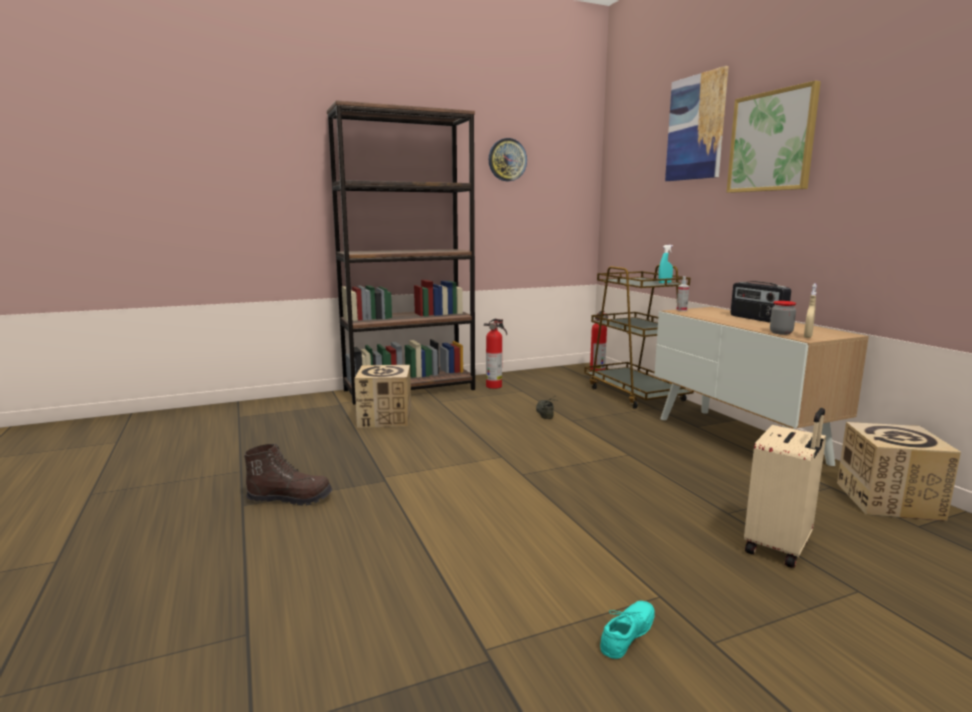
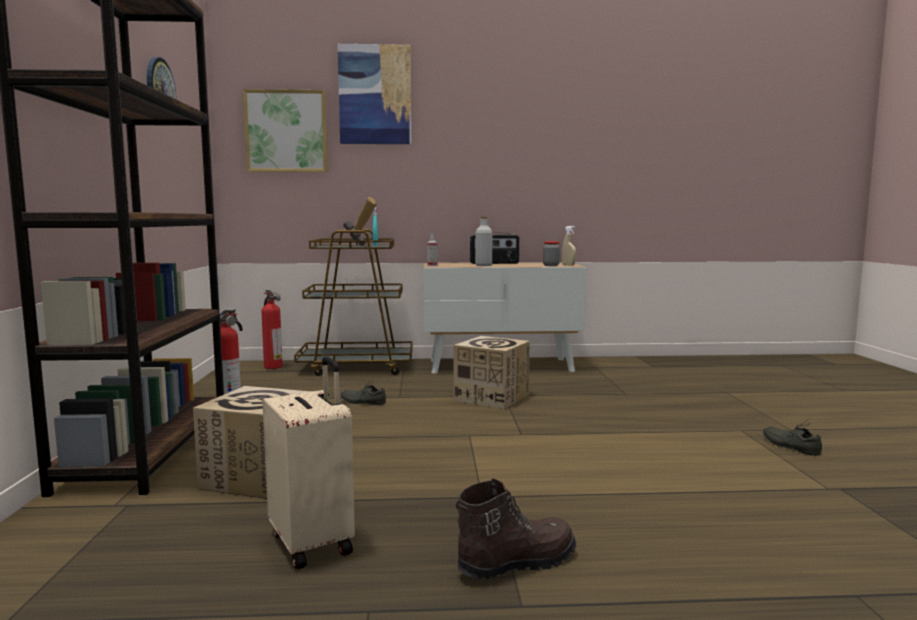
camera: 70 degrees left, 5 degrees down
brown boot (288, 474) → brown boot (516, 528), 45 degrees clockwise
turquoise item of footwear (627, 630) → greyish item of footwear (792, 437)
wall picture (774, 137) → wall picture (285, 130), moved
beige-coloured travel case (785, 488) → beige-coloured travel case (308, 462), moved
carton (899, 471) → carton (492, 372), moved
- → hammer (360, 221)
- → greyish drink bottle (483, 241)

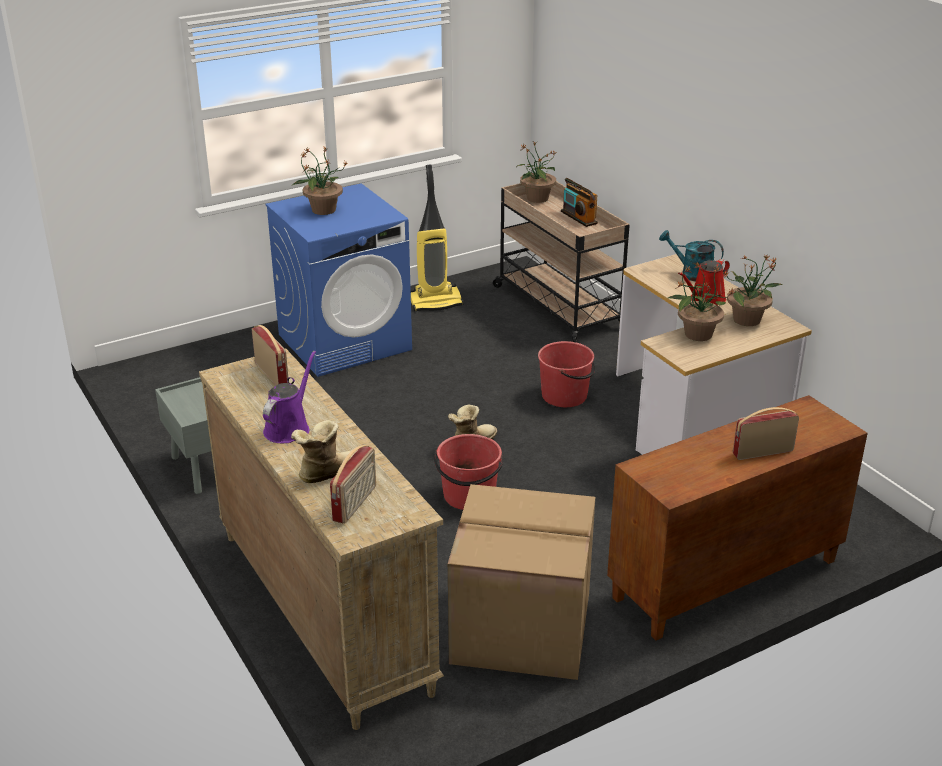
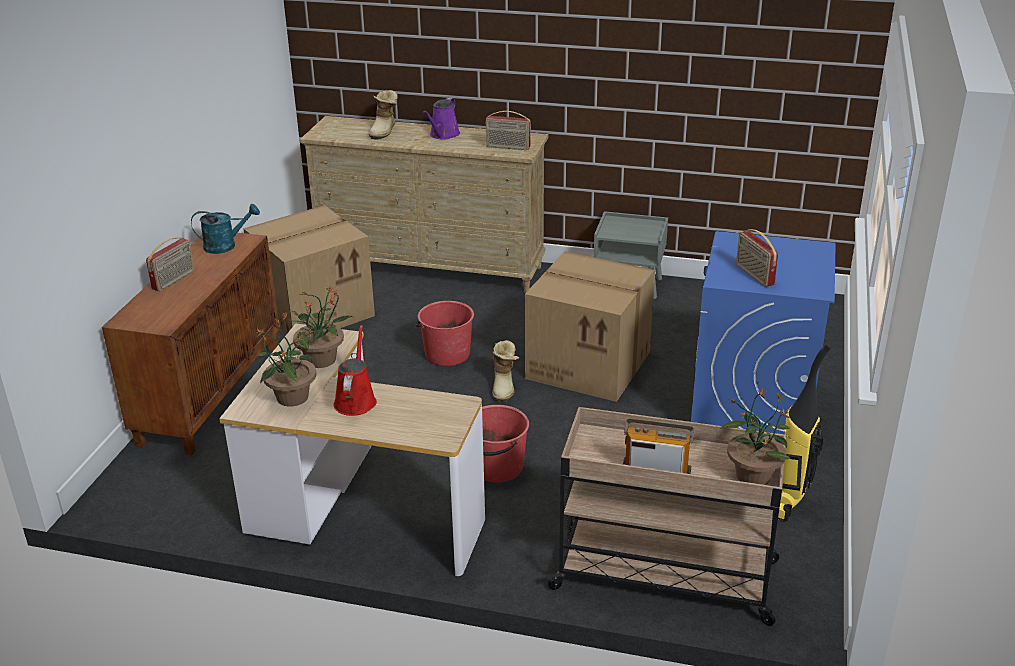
camera: 135 degrees right, 0 degrees up
purplish watering pot (289, 397) → purplish watering pot (441, 119), 45 degrees clockwise
potted plant (320, 181) → -
radio set (353, 484) → radio set (757, 258), moved
turquoise watering pot (691, 256) → turquoise watering pot (225, 229), moved
- → carton (590, 326)

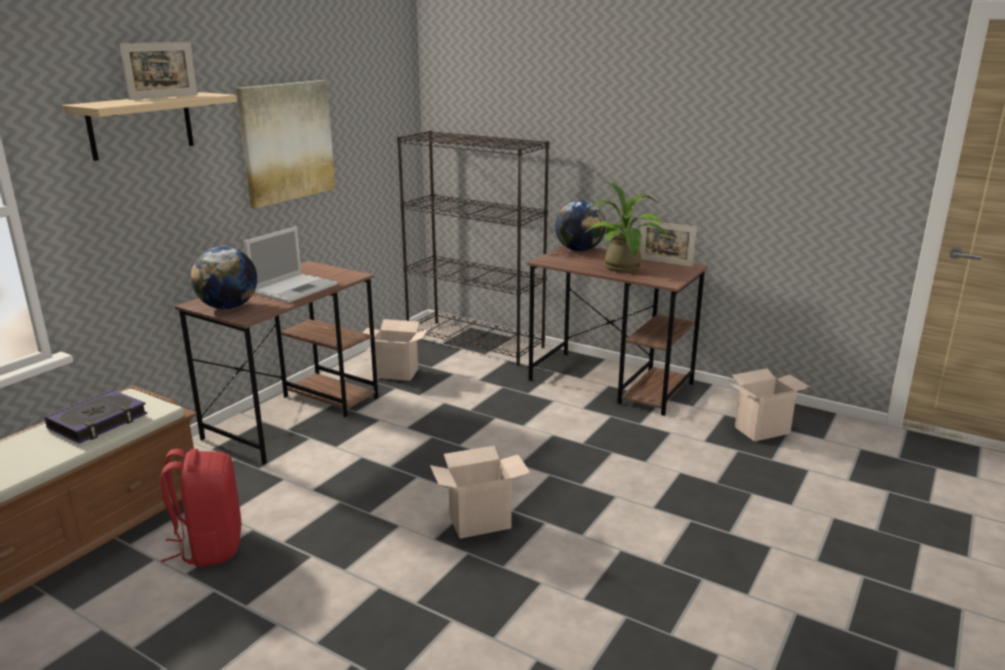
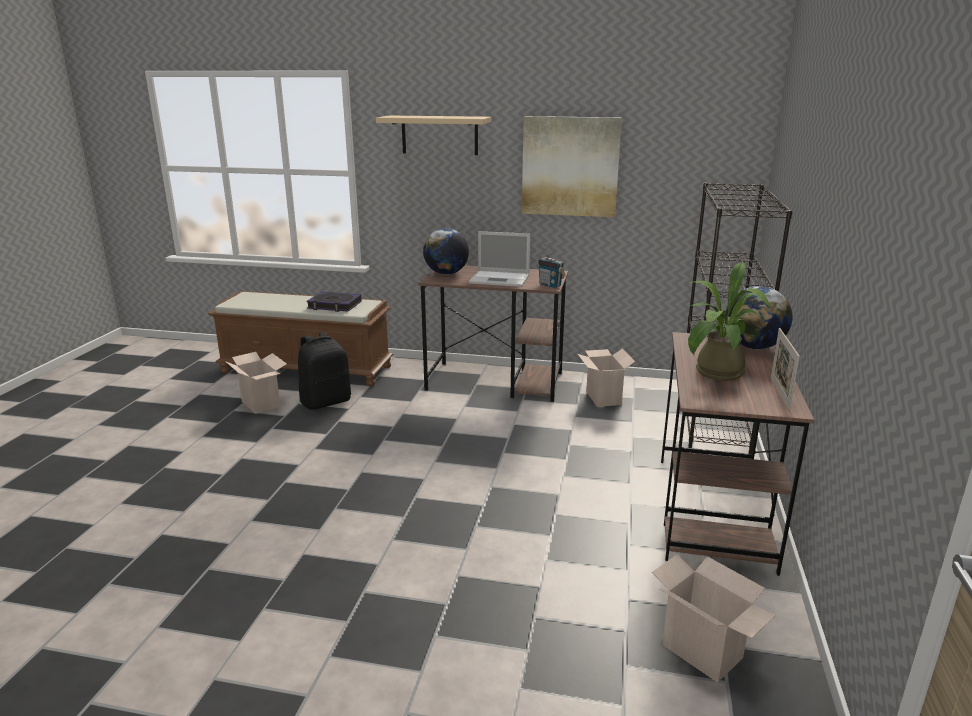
camera: 70 degrees right, 0 degrees up
picture frame (158, 71) → -
red-coloured backpack (201, 508) → black backpack (324, 371)
carton (480, 492) → carton (256, 383), moved
- → radio set (552, 266)

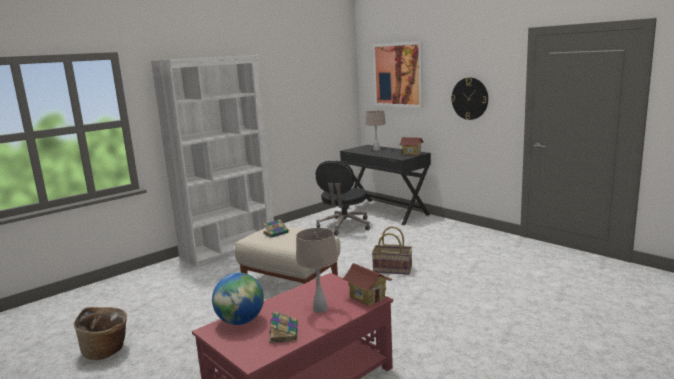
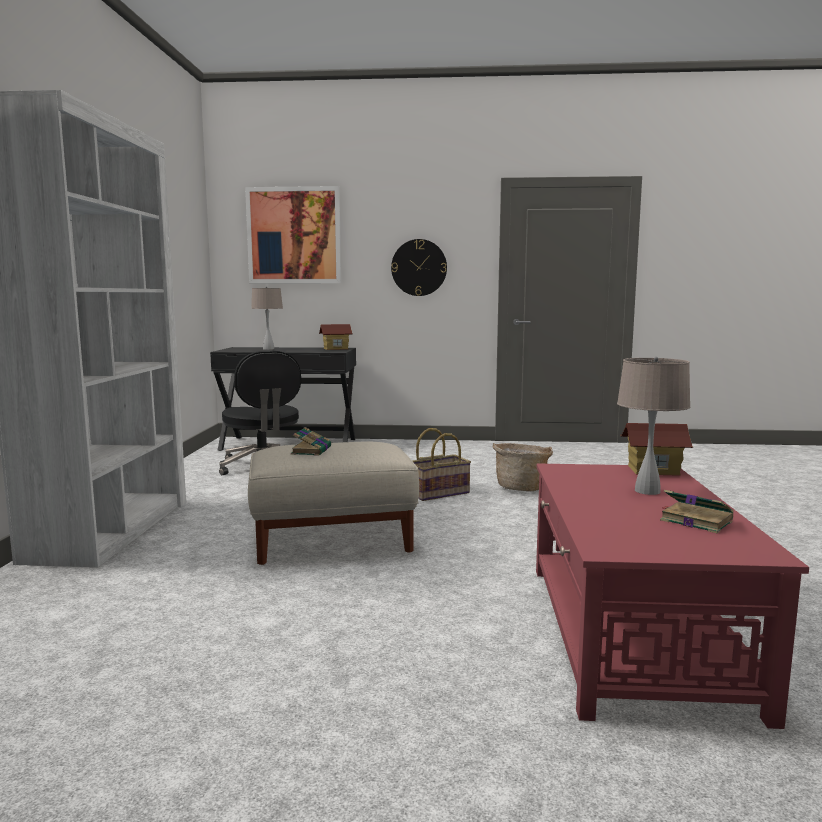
camera: 45 degrees left, 5 degrees down
household basket (100, 333) → household basket (522, 467), moved
globe (238, 299) → -

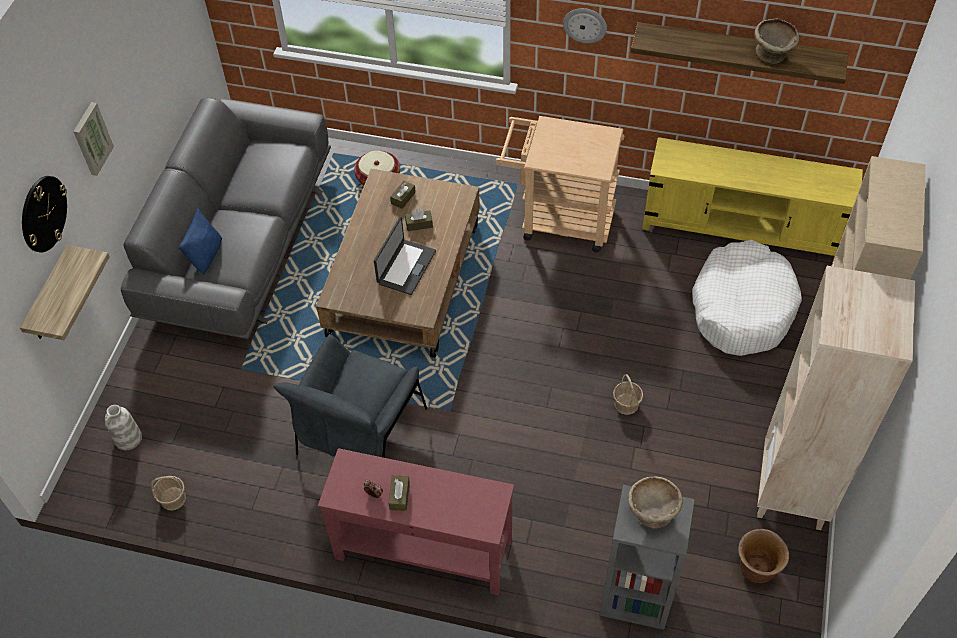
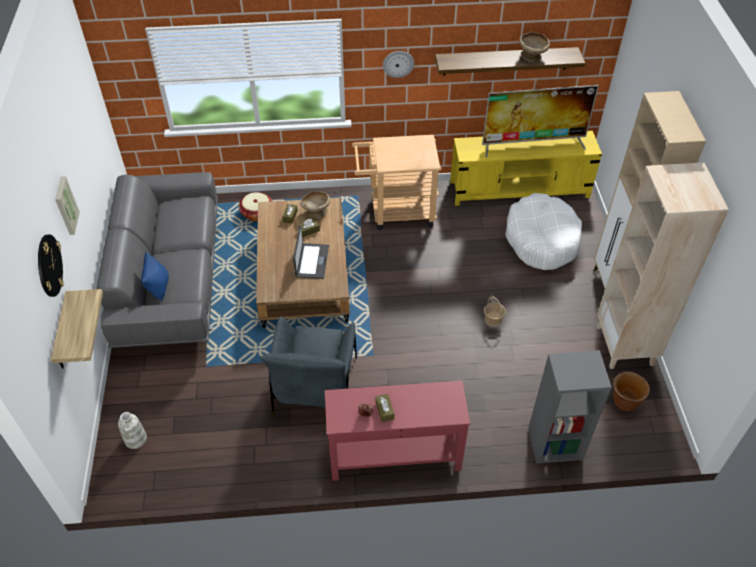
camera: 20 degrees left, 5 degrees down
household basket (168, 493) → -
beige-coloured serving bowl (655, 502) → beige-coloured serving bowl (315, 204), moved
- → TV set (540, 121)

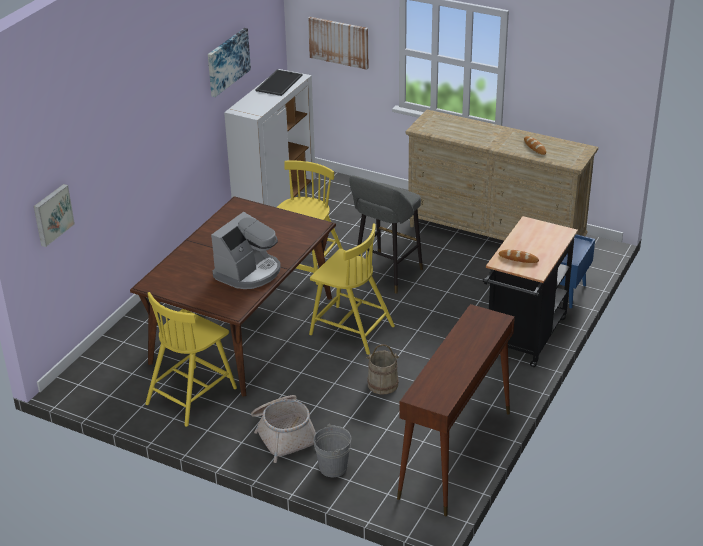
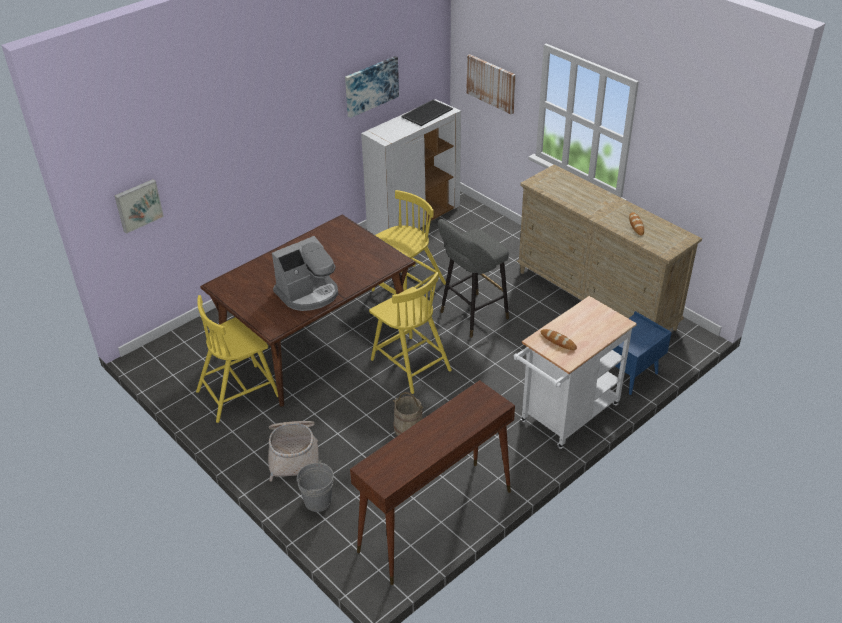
camera: 20 degrees right, 5 degrees up
black trolley (530, 291) → white trolley (575, 372)

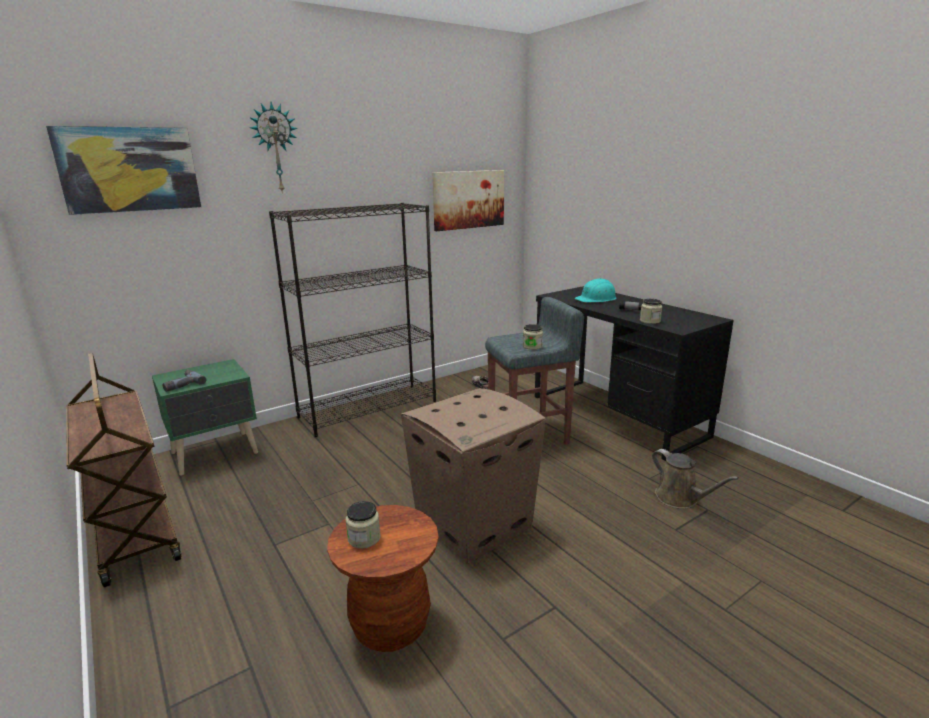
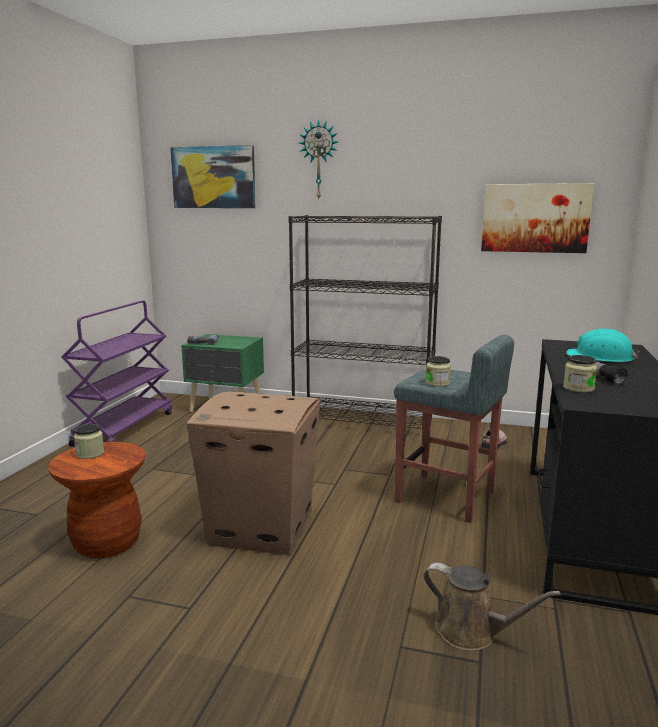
camera: 50 degrees right, 5 degrees down
brown trolley (124, 470) → purplish trolley (116, 374)
brown watering pot (695, 479) → brown watering pot (492, 607), 75 degrees counterclockwise

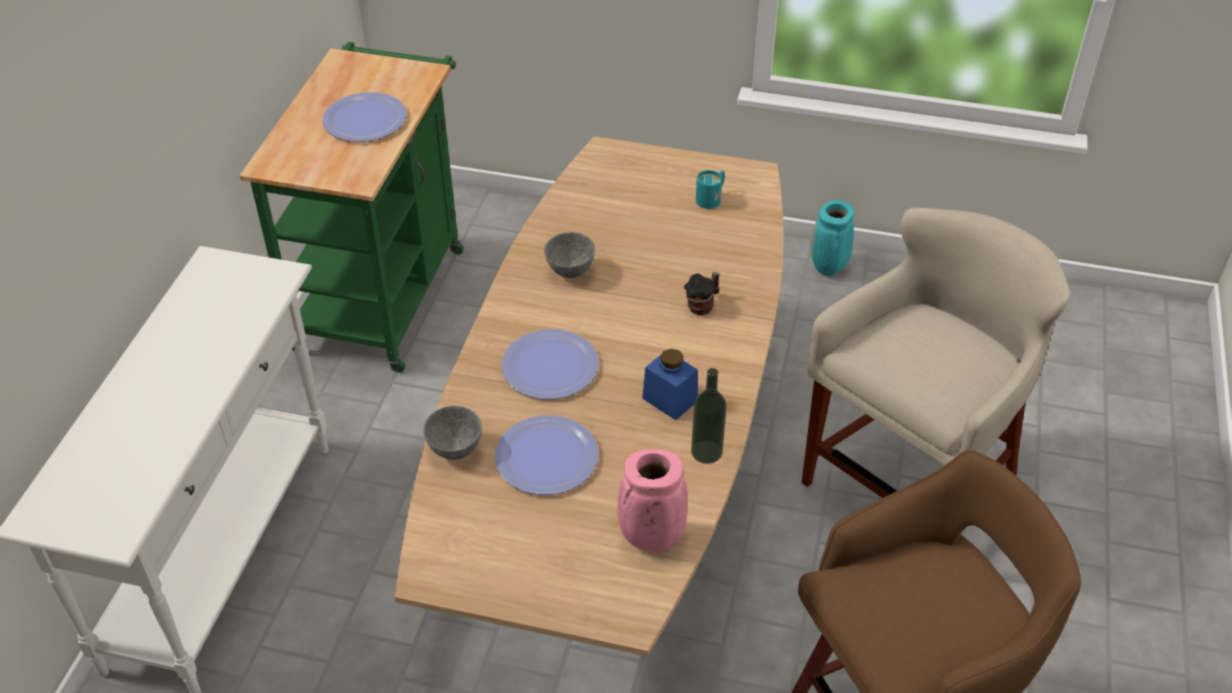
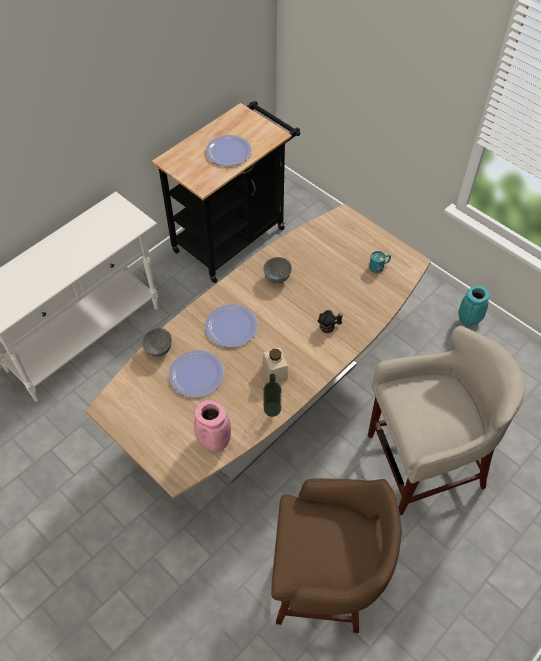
camera: 30 degrees right, 10 degrees up
green trolley (351, 207) → black trolley (226, 192)
blue-coloured storage jar (670, 384) → beige-coloured storage jar (275, 365)

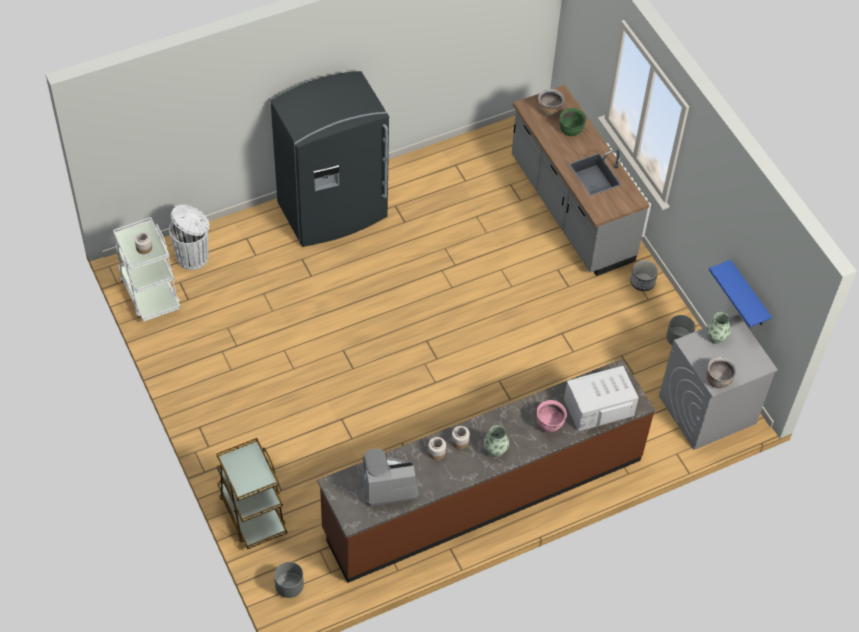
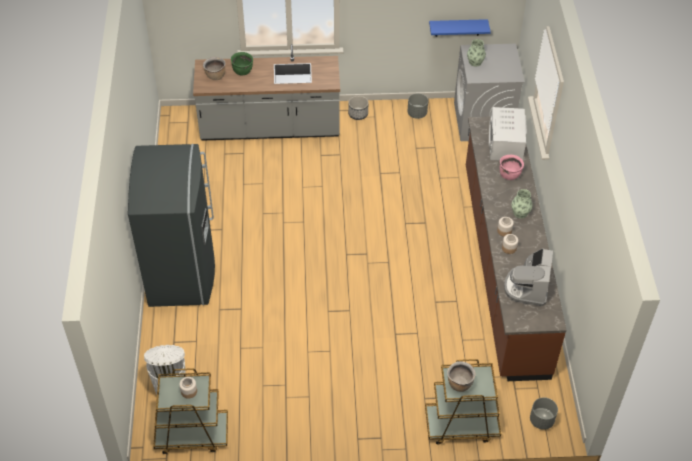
camera: 65 degrees left, 5 degrees down
white trolley (147, 269) → brown trolley (190, 411)
brown stockpot (721, 372) → brown stockpot (461, 376), moved

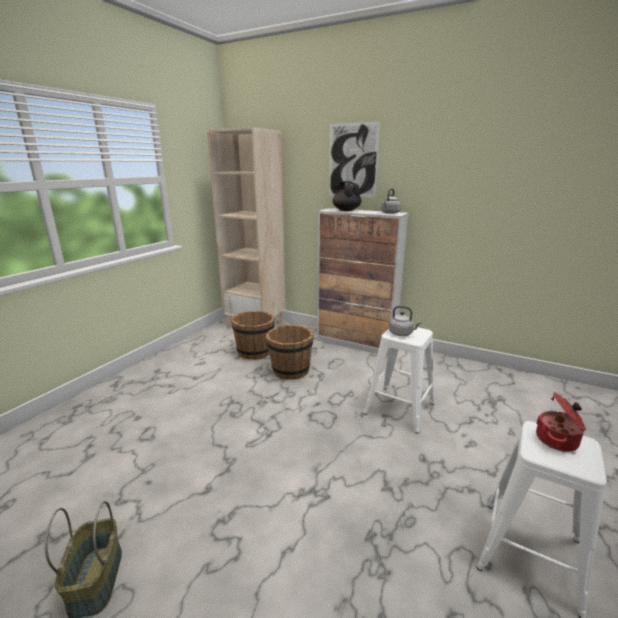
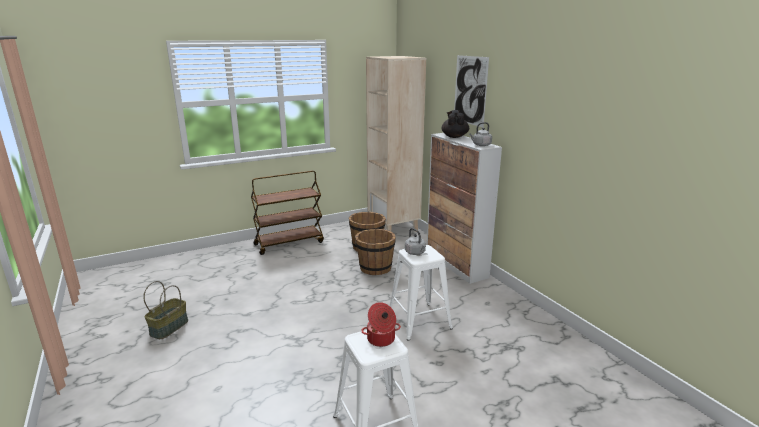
camera: 35 degrees right, 0 degrees up
- → brown trolley (287, 212)

